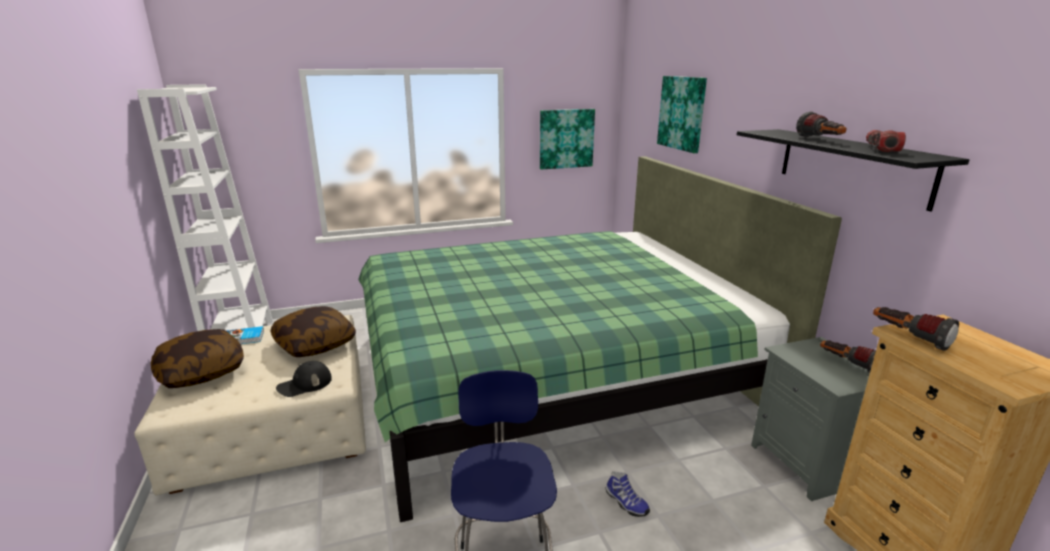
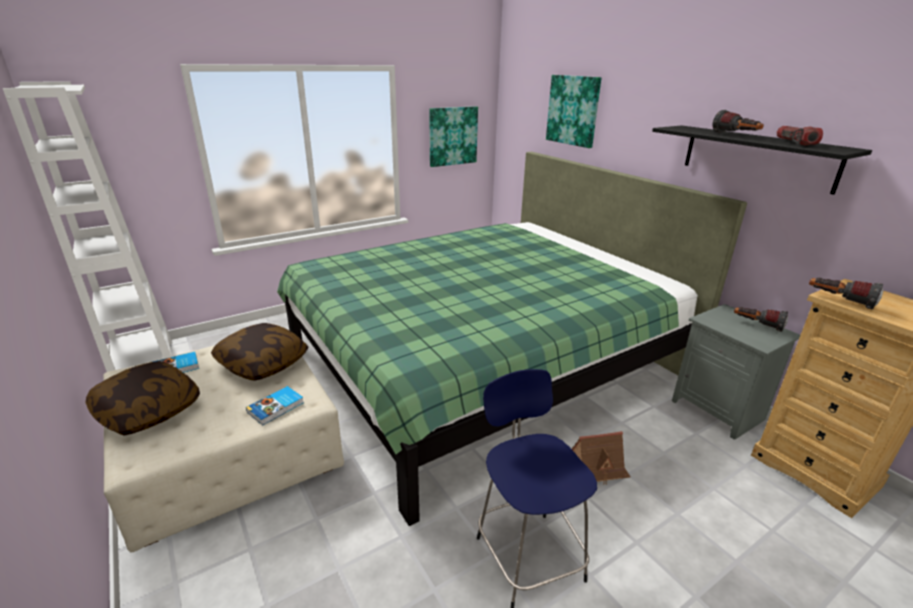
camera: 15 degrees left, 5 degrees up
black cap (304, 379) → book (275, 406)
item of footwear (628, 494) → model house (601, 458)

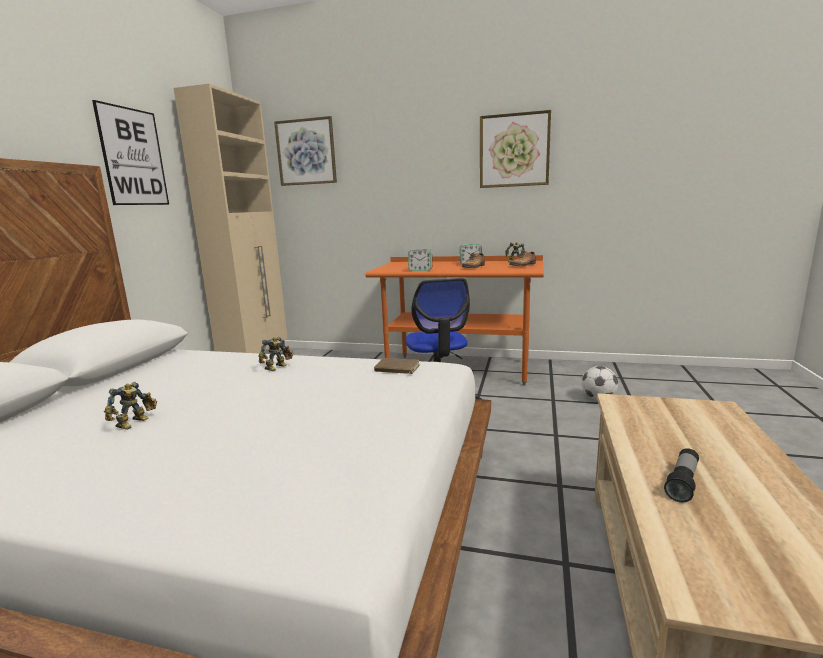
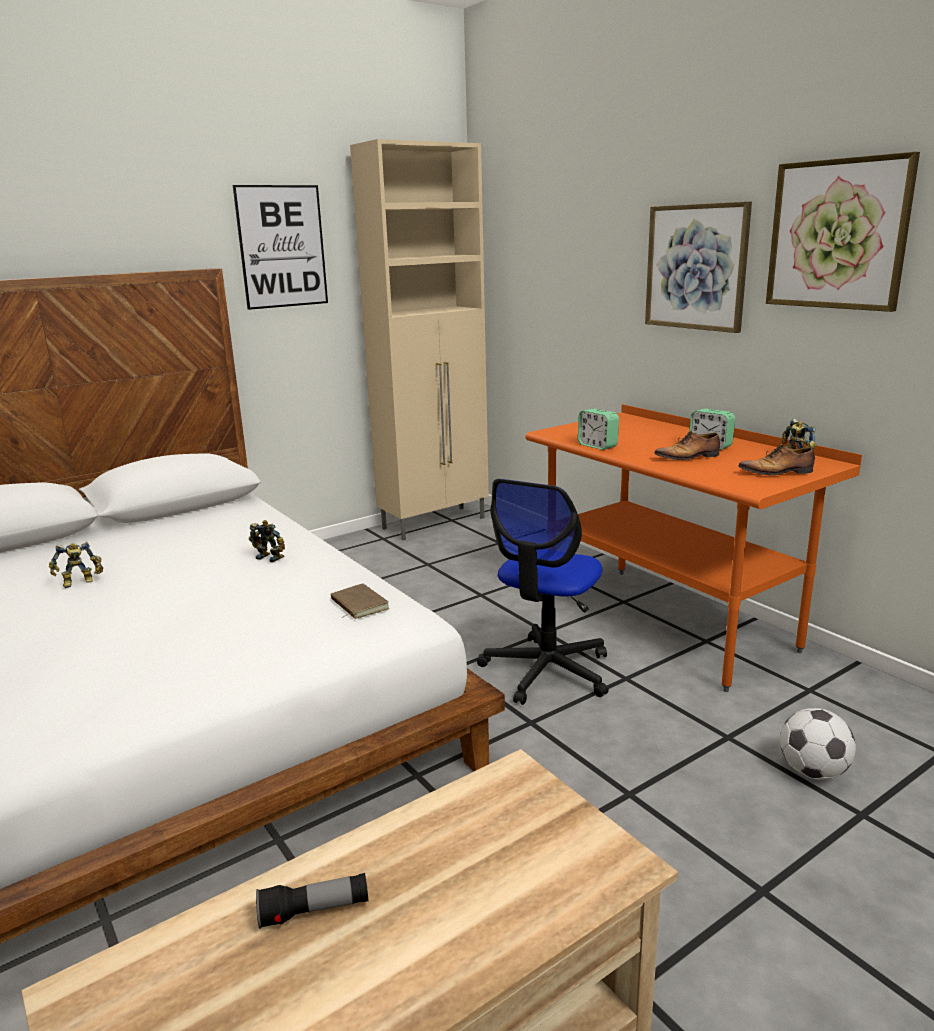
camera: 40 degrees right, 5 degrees up
robot figure (275, 354) → robot figure (267, 541), 135 degrees counterclockwise
wall picture (305, 151) → wall picture (698, 267), moved

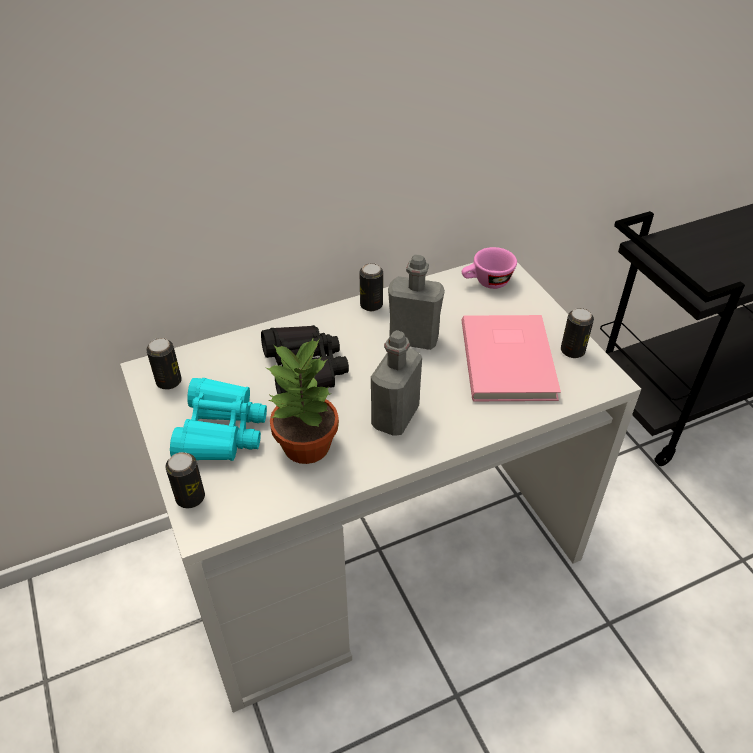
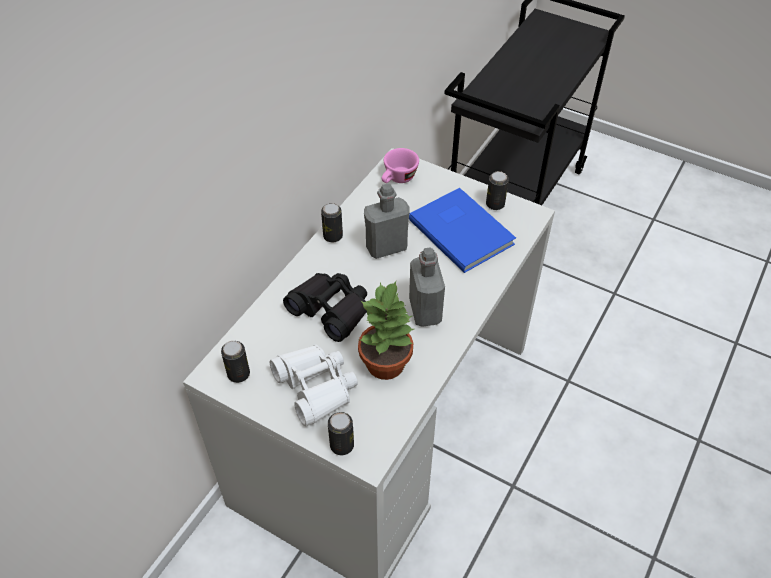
camera: 35 degrees left, 5 degrees up
turquoise pair of binoculars (218, 419) → white pair of binoculars (314, 385)
pinkish book (511, 358) → blue-coloured book (462, 230)

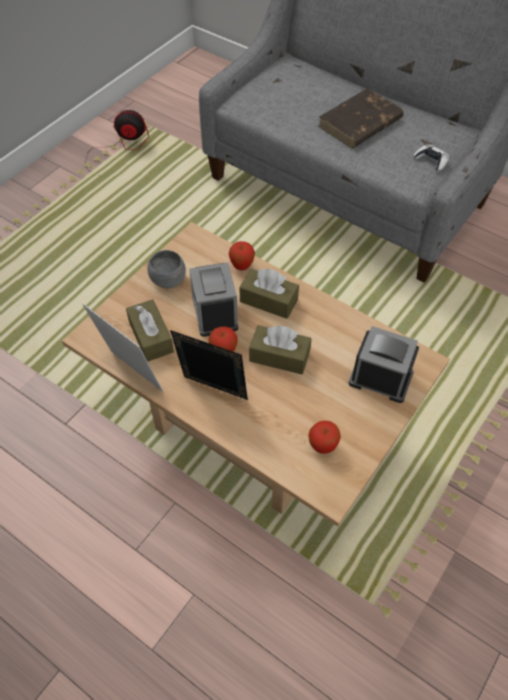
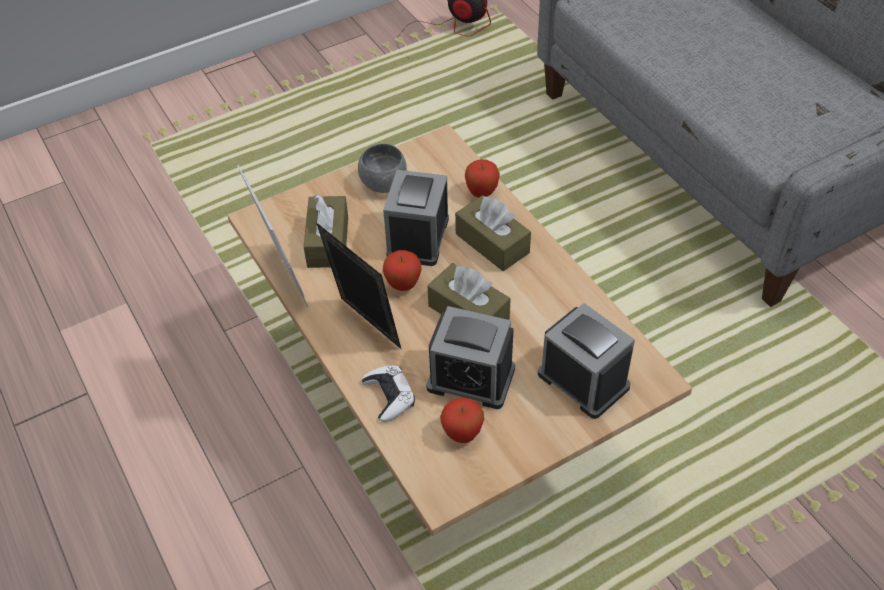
camera: 25 degrees right, 5 degrees down
brown book (361, 118) → -
white gamepad (431, 158) → white gamepad (388, 393), moved
- → bedside clock (470, 357)

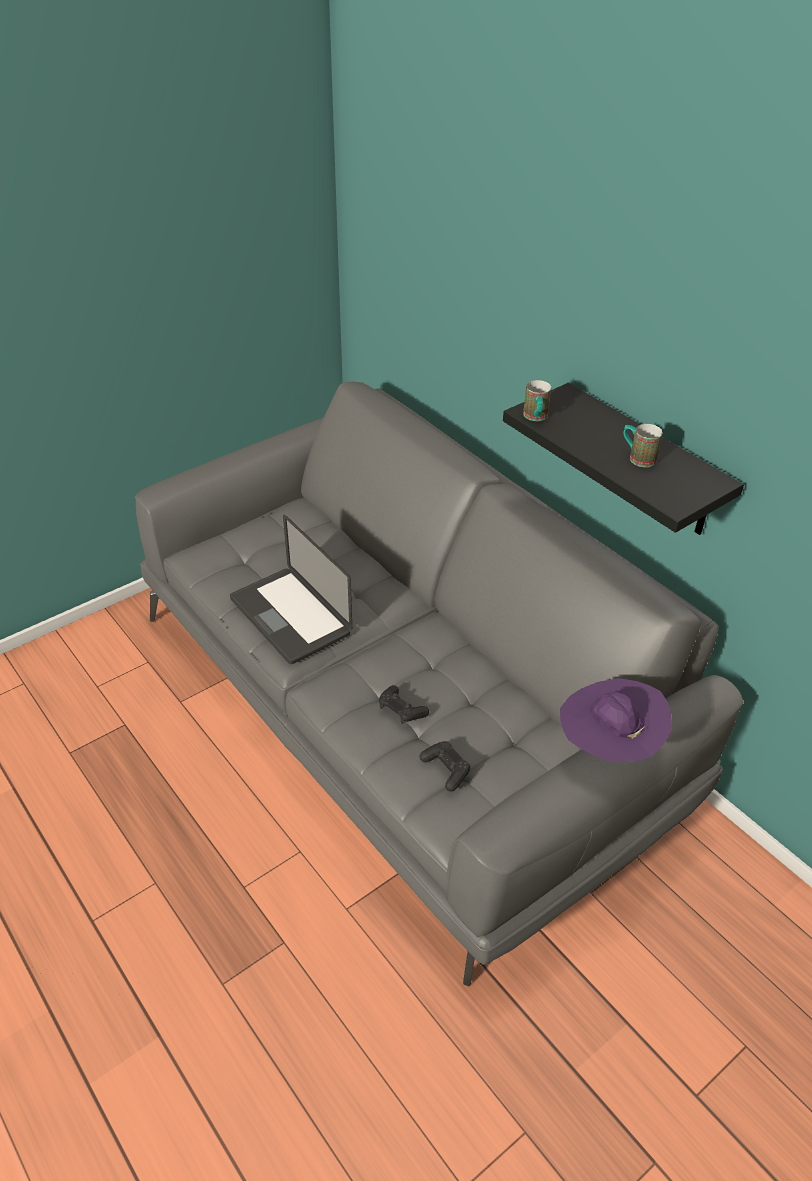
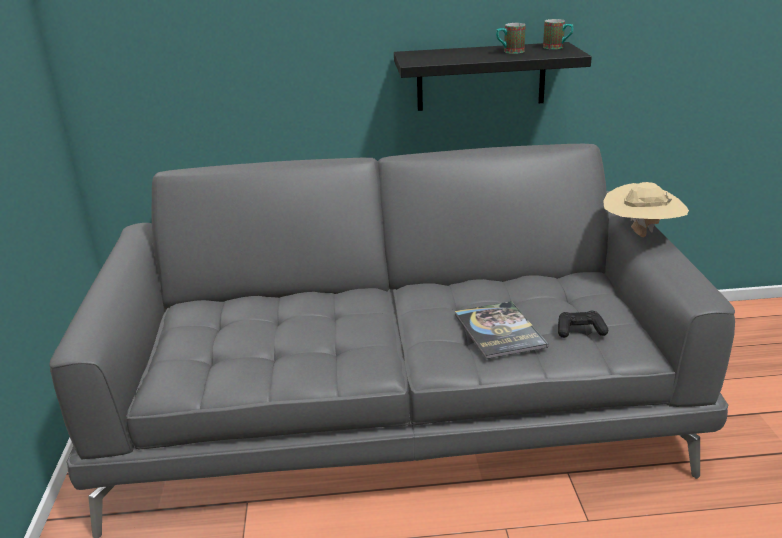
camera: 55 degrees left, 15 degrees down
laptop (291, 589) → -
black gamepad (404, 704) → book (502, 330)
tea mug (537, 400) → tea mug (558, 34), moved
purplish clothing hat (616, 720) → beige-coloured clothing hat (646, 209)

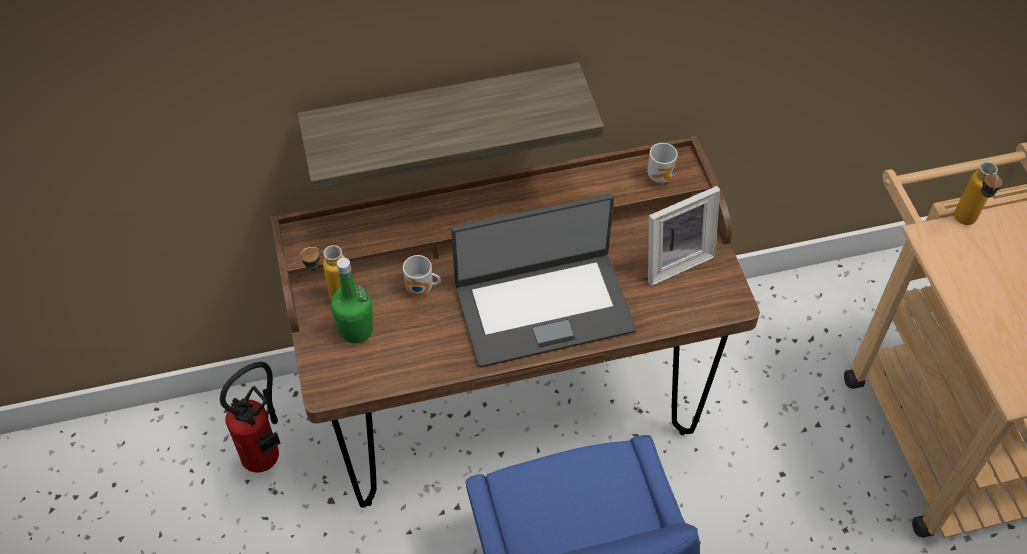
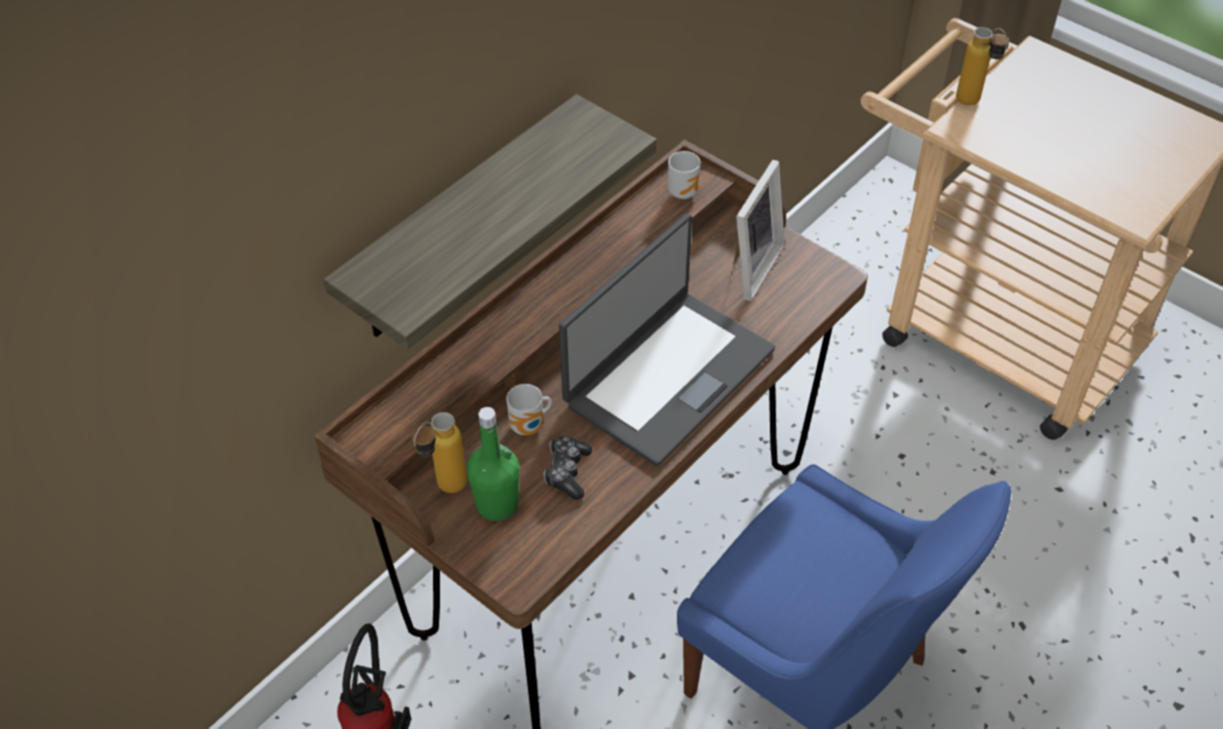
camera: 35 degrees left, 5 degrees down
- → gamepad (567, 468)

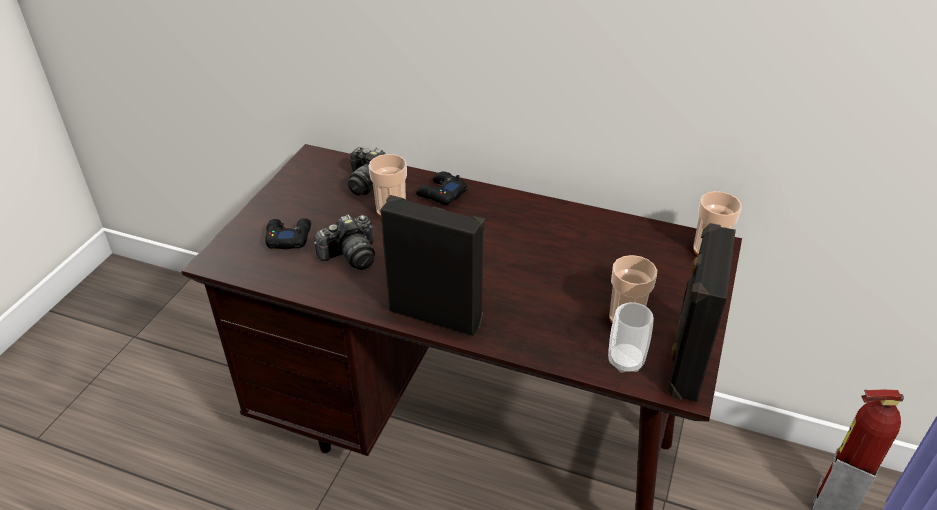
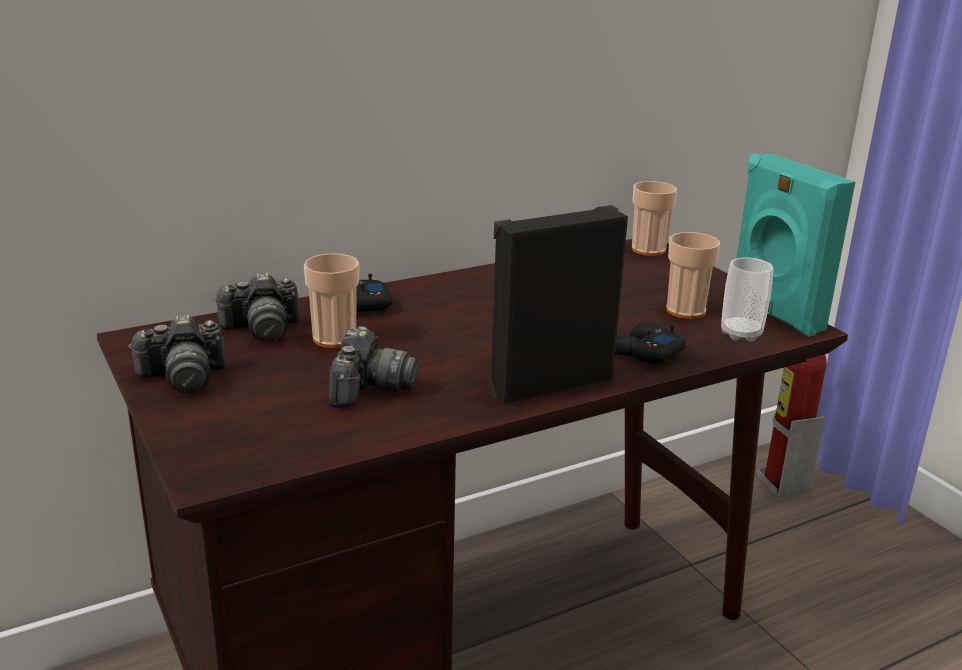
camera: 50 degrees left, 15 degrees down
black gamepad (288, 233) → black gamepad (650, 343), moved
black audio speaker (702, 312) → turquoise audio speaker (796, 245)
- → still camera (177, 354)

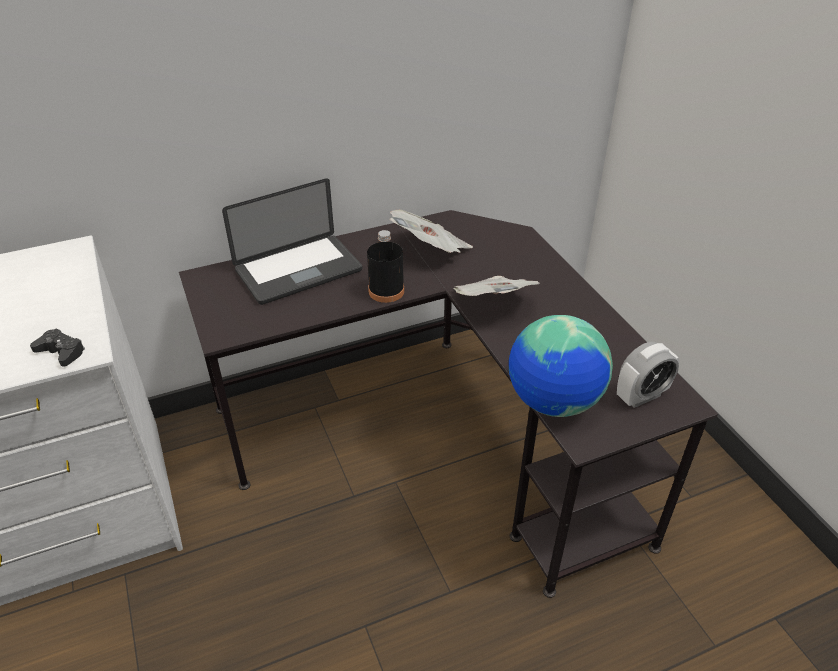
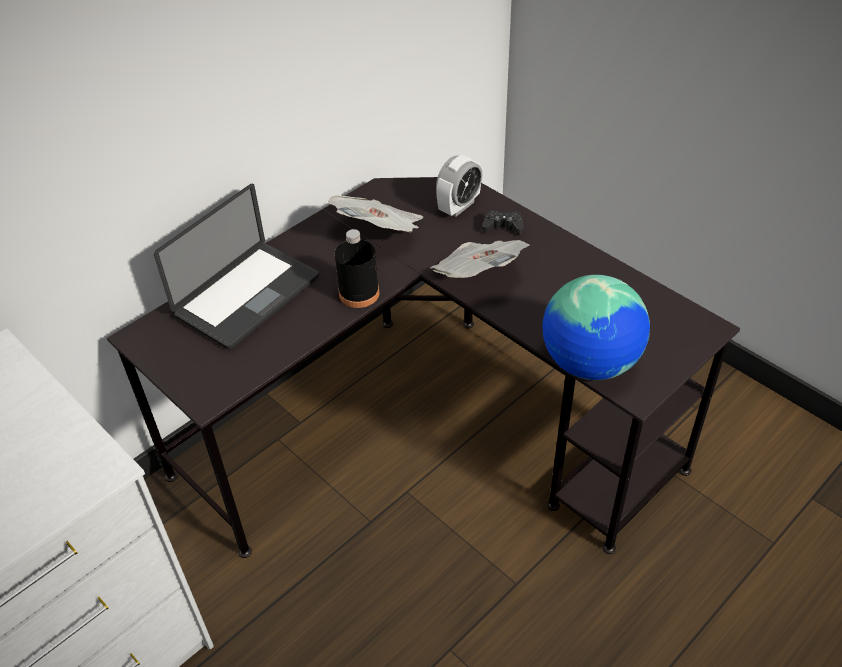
camera: 20 degrees left, 5 degrees up
black gamepad (57, 347) → black gamepad (502, 222), moved
bedside clock (648, 375) → bedside clock (459, 186), moved

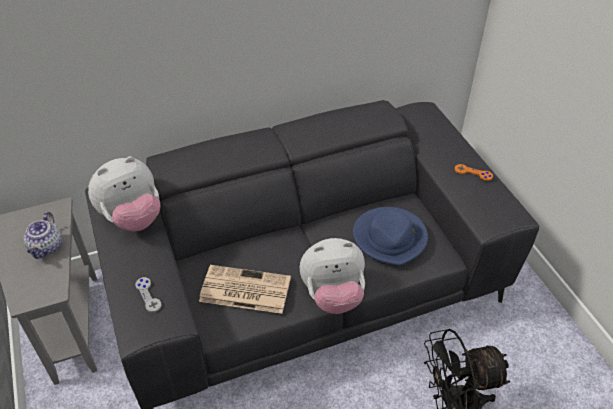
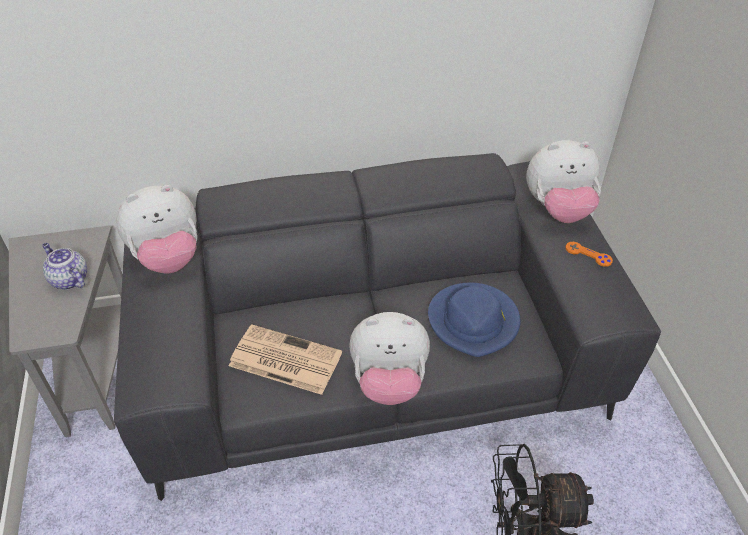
camera: 10 degrees right, 0 degrees up
pot for tea (43, 235) → pot for tea (64, 266), 120 degrees clockwise
greyish gamepad (148, 294) → -
- → cuddly toy (563, 181)

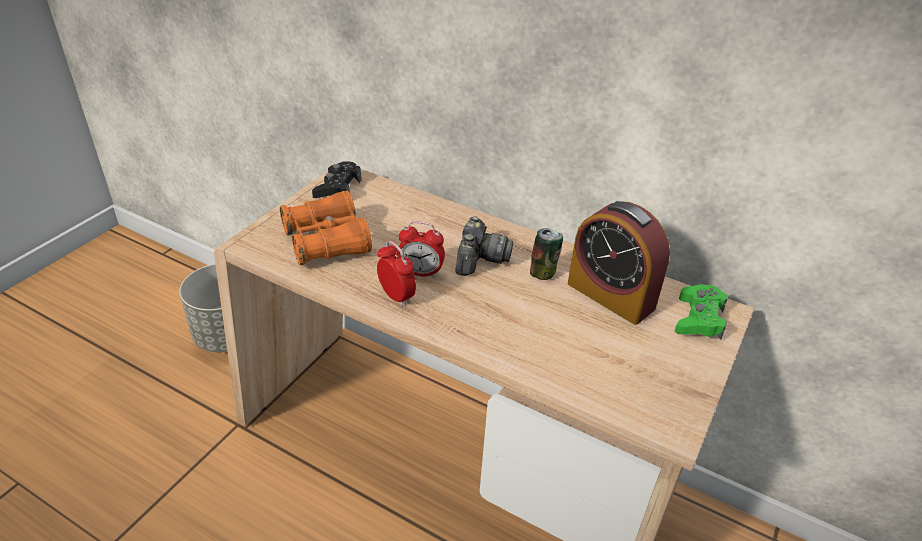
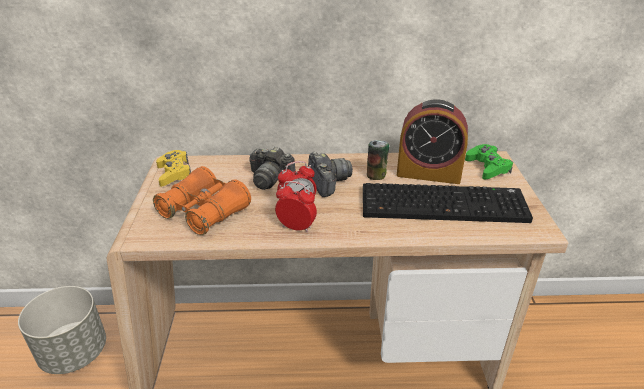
camera: 30 degrees left, 5 degrees down
black gamepad (337, 179) → yellowish gamepad (173, 168)
- → still camera (272, 168)
- → computer keyboard (448, 203)

